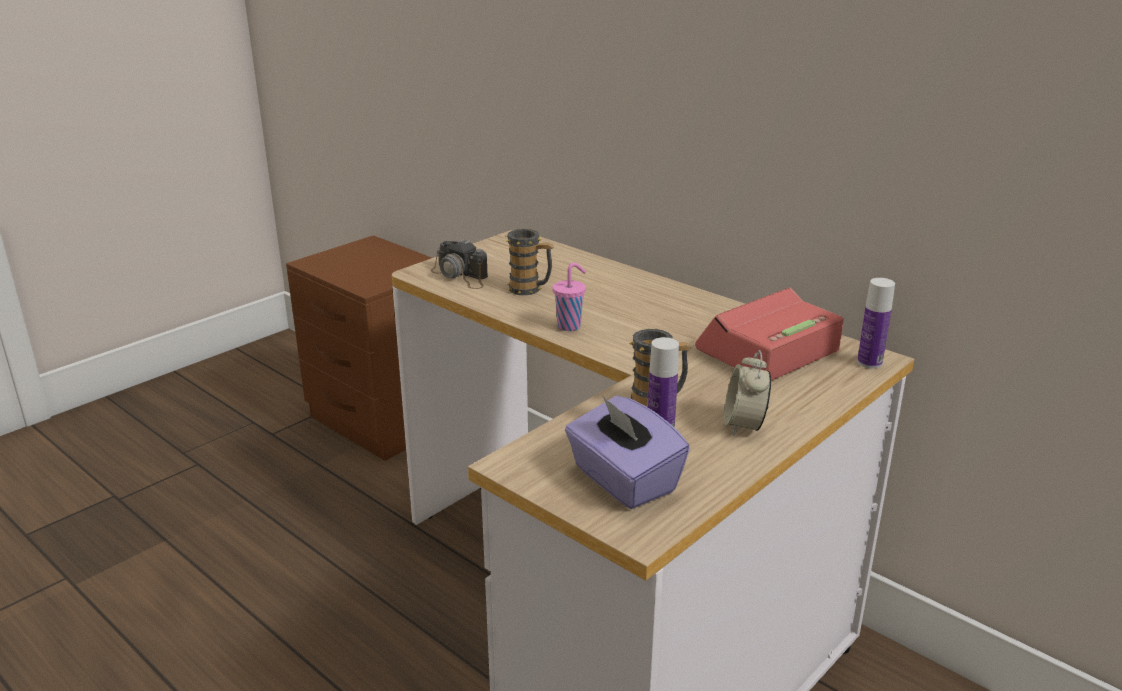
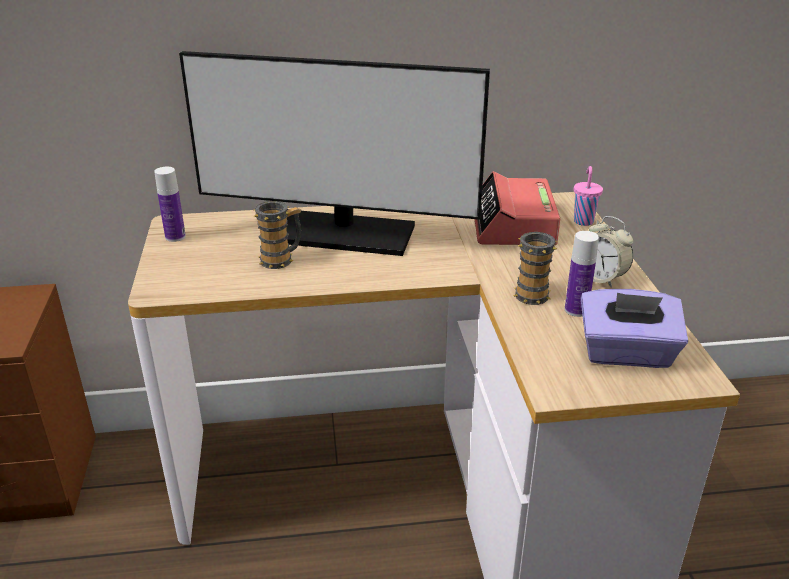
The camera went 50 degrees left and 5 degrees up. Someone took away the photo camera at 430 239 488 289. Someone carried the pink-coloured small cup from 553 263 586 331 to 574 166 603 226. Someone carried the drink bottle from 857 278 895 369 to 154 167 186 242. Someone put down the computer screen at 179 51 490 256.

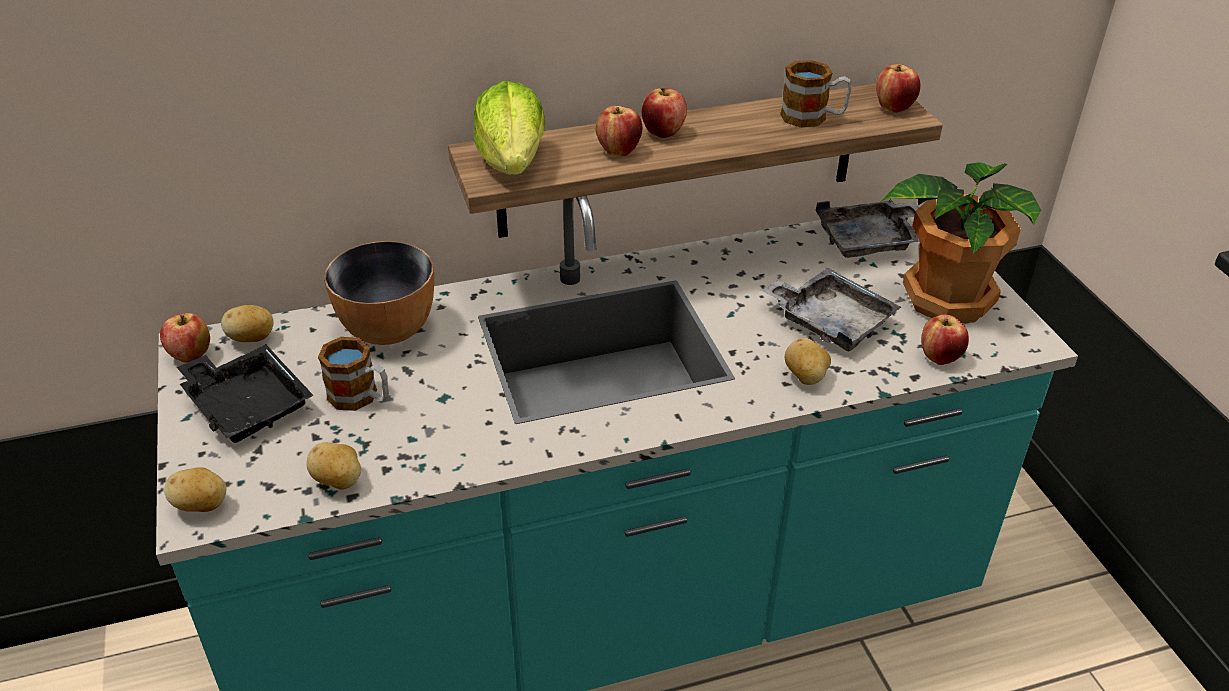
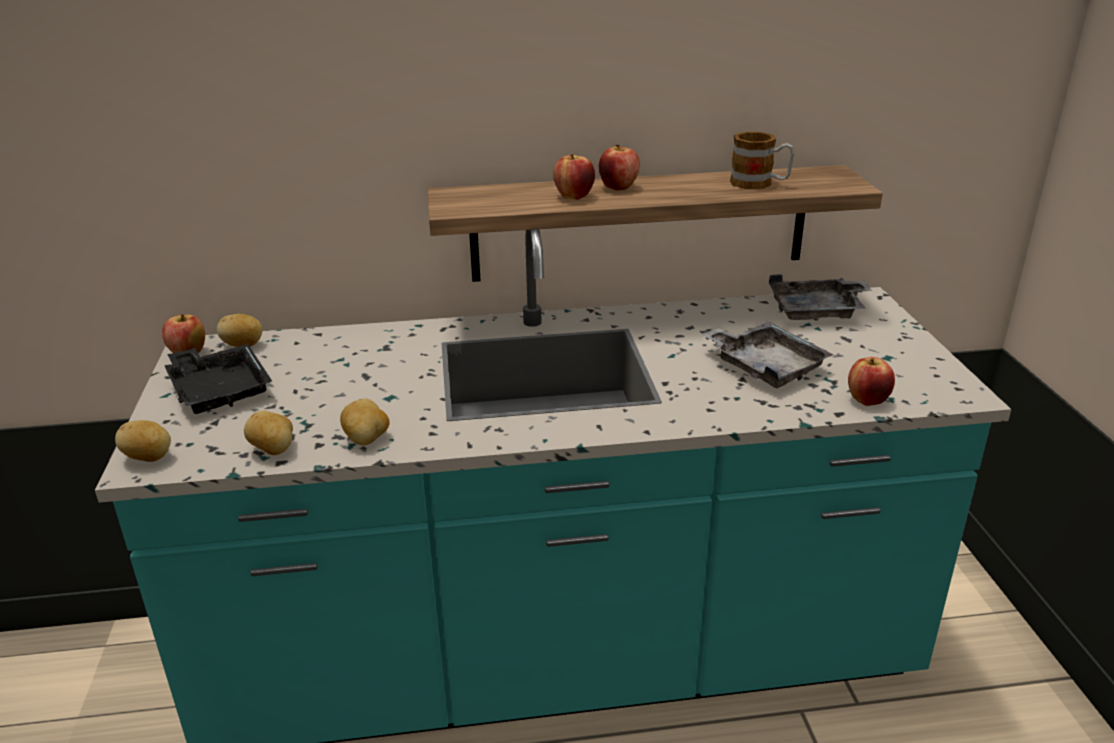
The camera went 10 degrees right and 10 degrees down. Someone took away the coffee mug at 318 337 389 411. Someone took away the bowl at 324 241 434 345. Someone took away the lettuce head at 473 81 545 175. Someone carried the spud from 785 338 831 385 to 340 398 389 445. Someone took away the apple fruit at 876 64 921 113. Someone took away the houseplant at 879 162 1041 323.

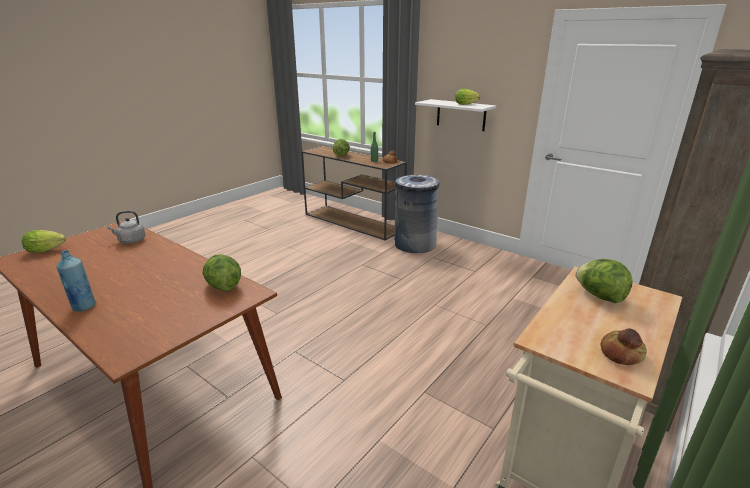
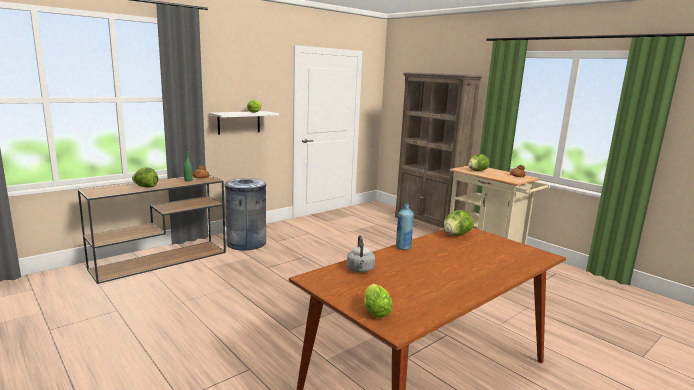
The camera went 80 degrees left and 10 degrees down. Someone carried the blue drink bottle from 56 250 96 312 to 396 204 414 250.

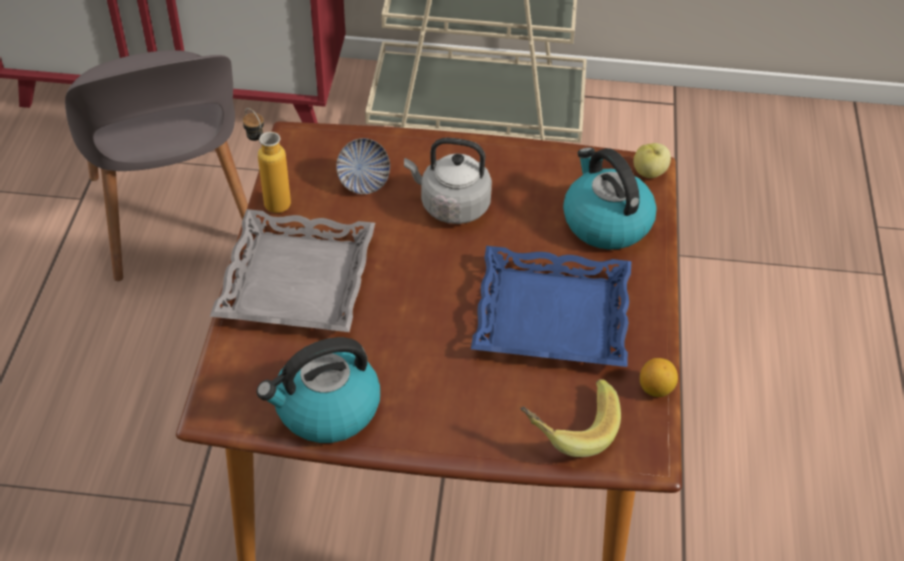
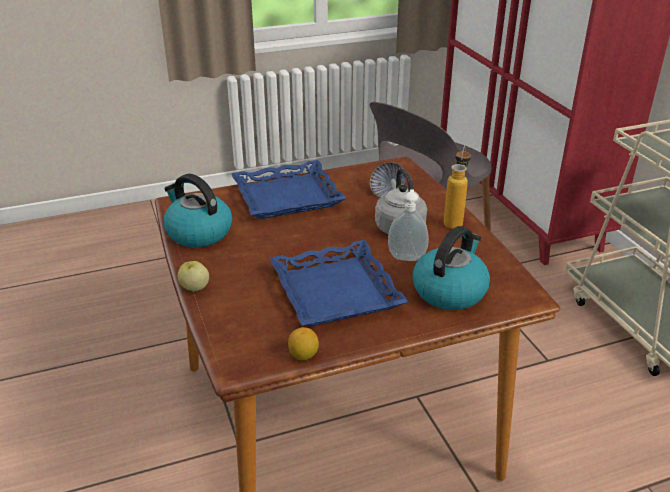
The camera went 65 degrees right and 15 degrees down. Someone repainted the greyish tray at 210 209 375 332, which became the blue tray at 231 160 347 219. Someone carried the drink bottle from 243 108 291 213 to 444 146 471 229. Someone took away the banana at 520 379 621 457. Someone carried the apple fruit from 633 143 671 178 to 177 261 209 291. Someone put down the liquid soap bottle at 388 189 429 261.

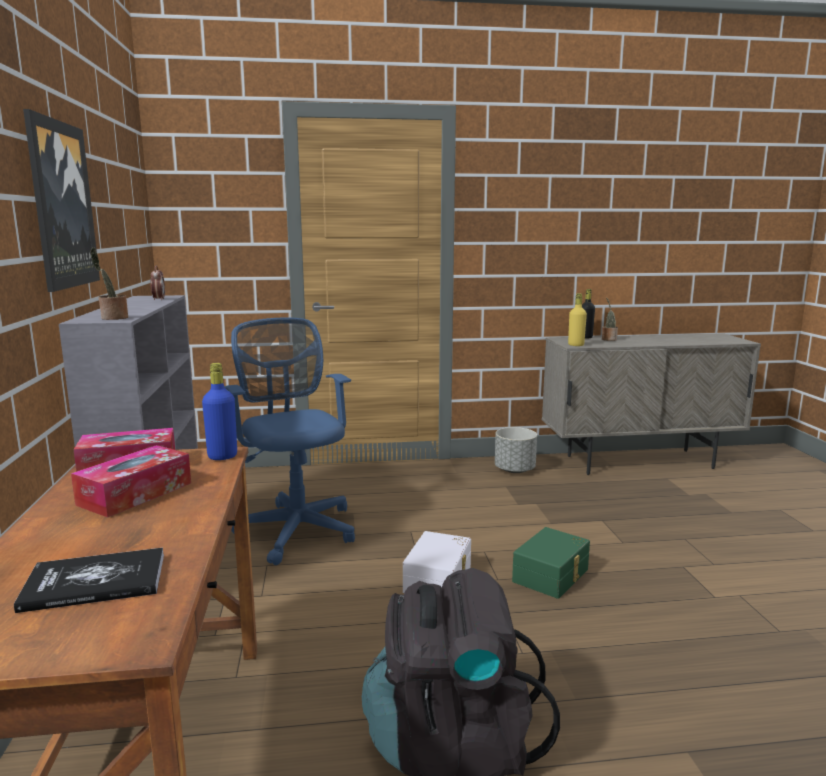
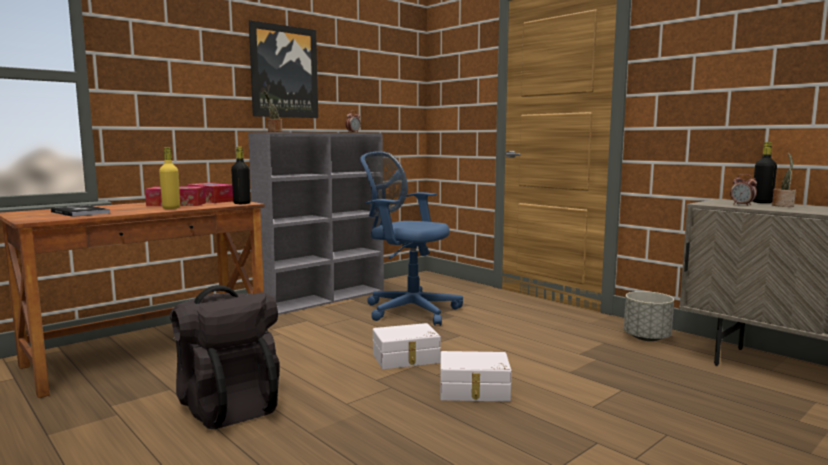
The camera went 55 degrees right and 5 degrees down. Someone repainted the blue drink bottle at 202 363 237 460, which became the blackish drink bottle at 231 147 250 204. Someone rotated the blue computer chair at 224 318 355 565 by 90 degrees counterclockwise. Someone repainted the green storage box at 512 527 590 599, which became the white storage box at 440 351 512 402. Someone carried the yellow drink bottle from 568 293 587 346 to 159 147 180 209. Someone put down the table clock at 730 174 757 206.

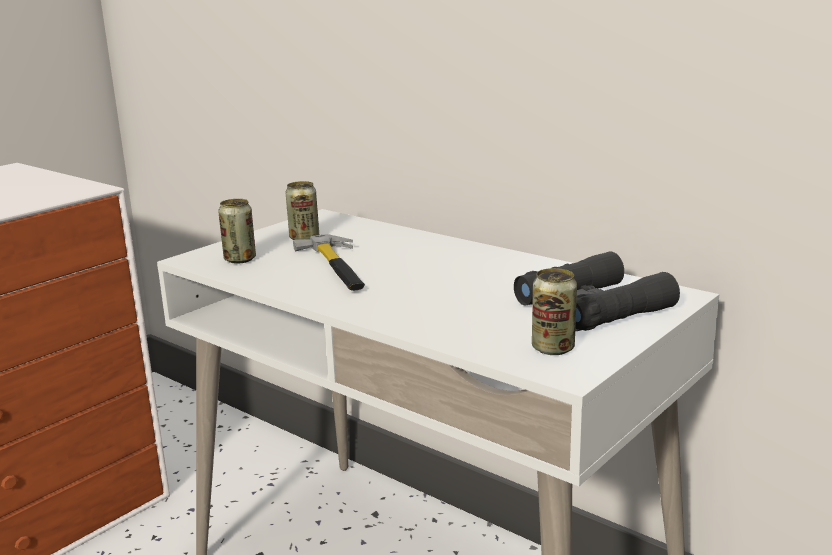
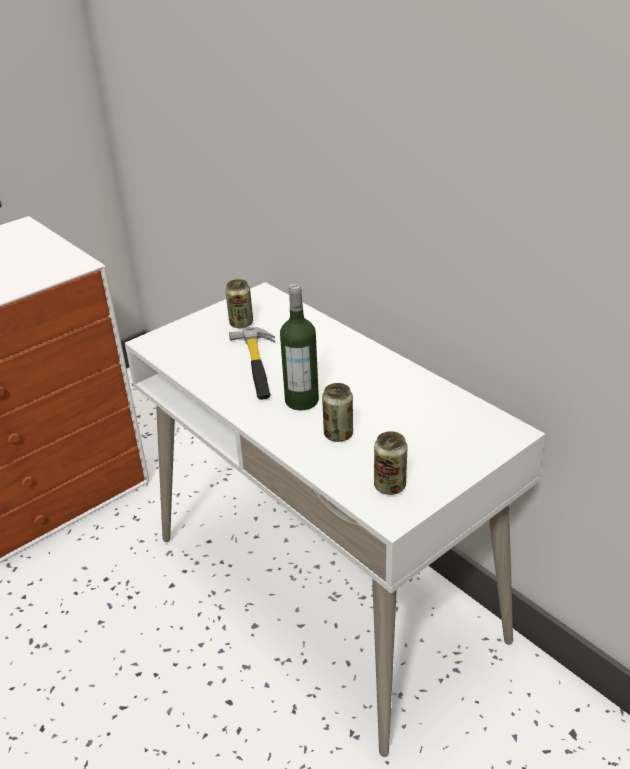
The camera went 10 degrees right and 15 degrees up. Someone carried the metal can from 218 199 256 264 to 322 383 353 442. Someone took away the blackish pair of binoculars at 514 251 680 331. Someone put down the drink bottle at 280 284 319 410.

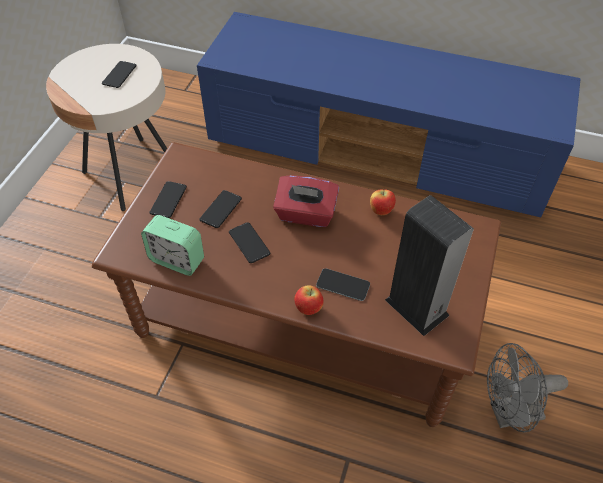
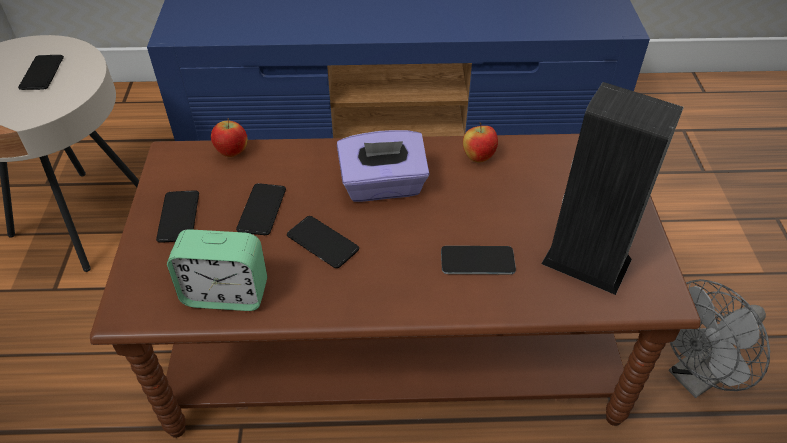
The camera went 20 degrees left and 5 degrees down. Someone repainted the reddish box of tissues at 273 175 339 227, which became the purple box of tissues at 337 130 429 202. Someone carried the apple fruit from 294 286 324 315 to 211 118 248 157.

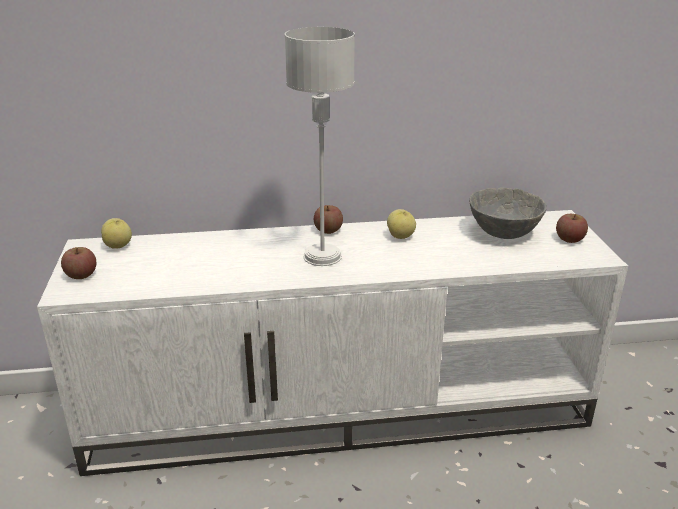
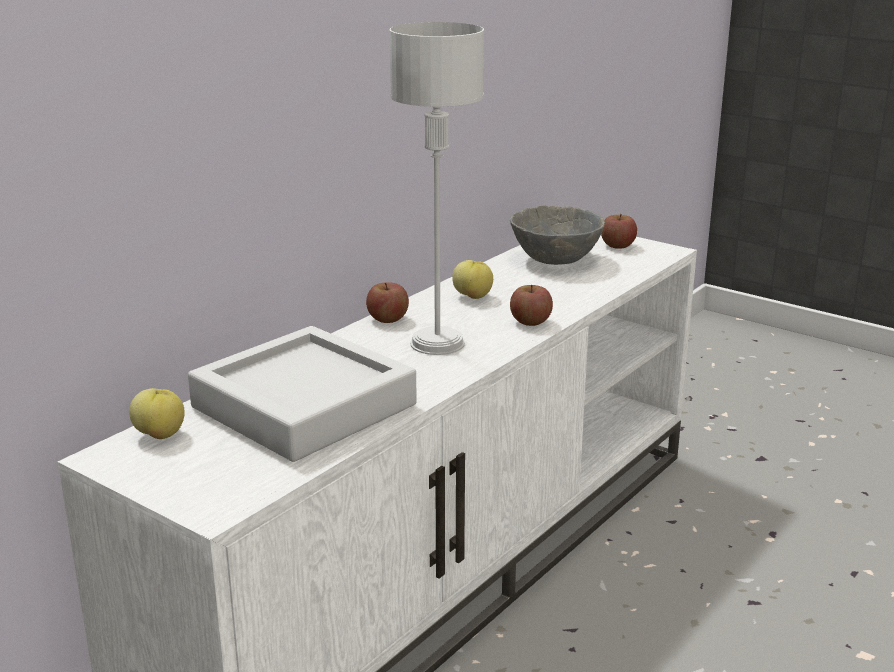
The camera went 45 degrees left and 5 degrees down. Someone carried the apple fruit from 61 247 96 279 to 510 285 553 326. Someone put down the greyish tray at 188 326 417 462.

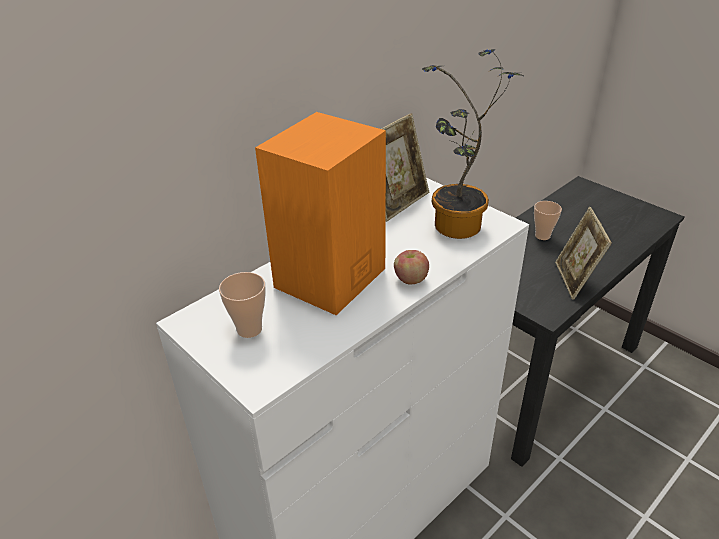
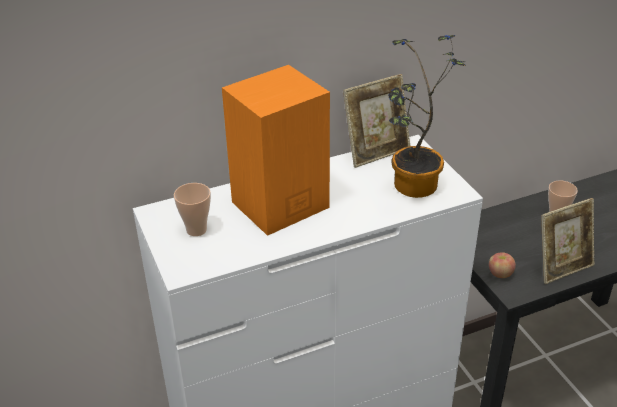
The camera went 20 degrees right and 0 degrees up. Someone carried the apple fruit from 394 250 429 285 to 489 252 516 278. Someone rotated the photo frame at 555 207 612 300 by 135 degrees counterclockwise.

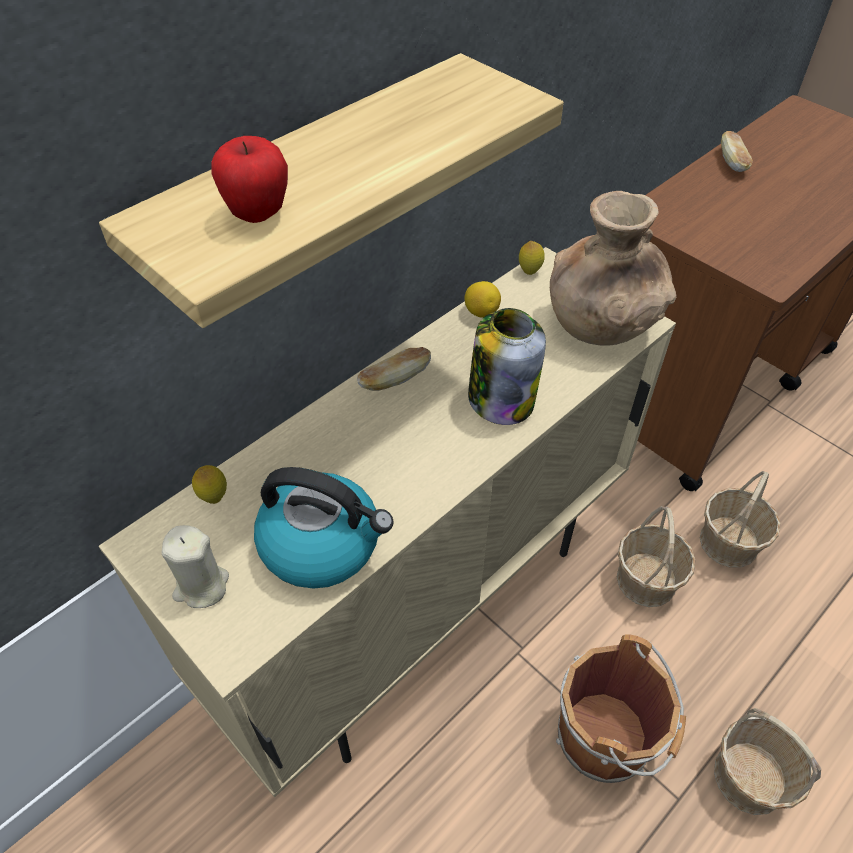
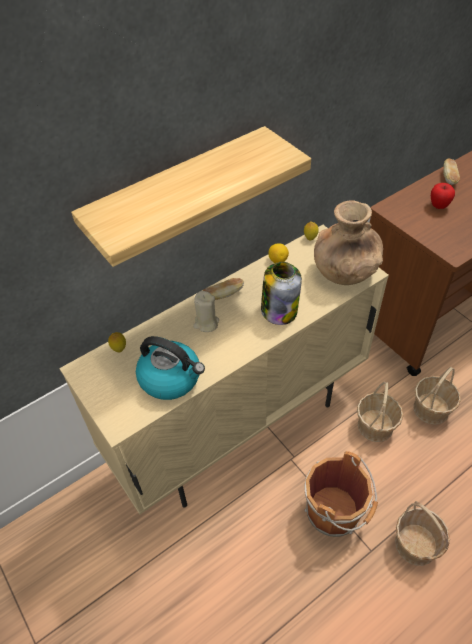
The camera went 10 degrees right and 0 degrees up. Someone carried the beige wax light from 162 525 229 608 to 193 291 219 332. Someone carried the apple fruit from 211 136 288 223 to 431 183 455 209.

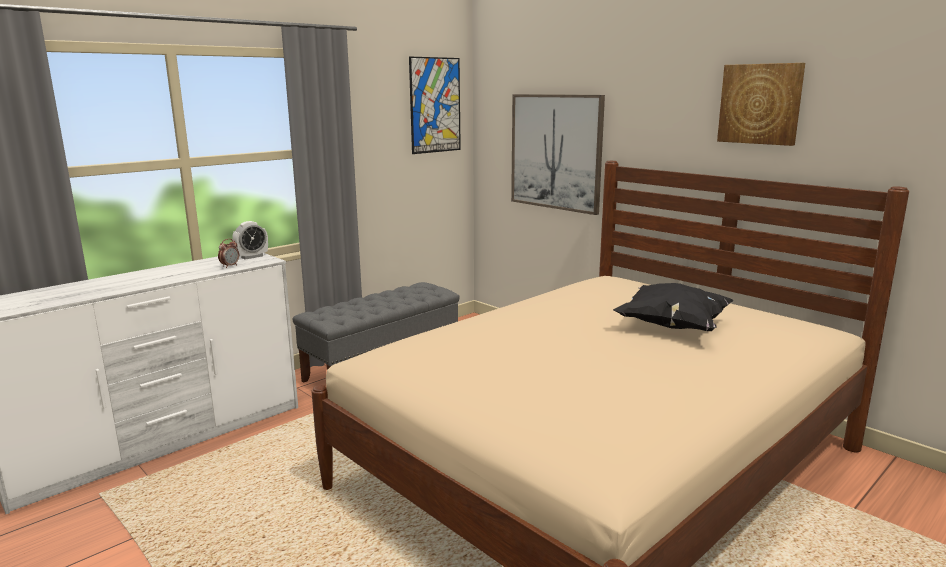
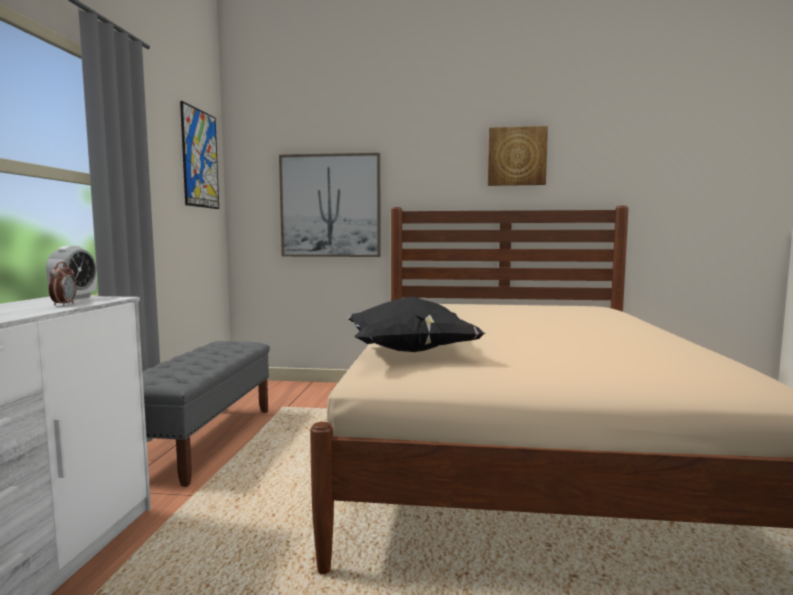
The camera went 40 degrees left and 10 degrees down. Someone carried the blackish pillow from 613 283 734 331 to 347 297 485 352.

